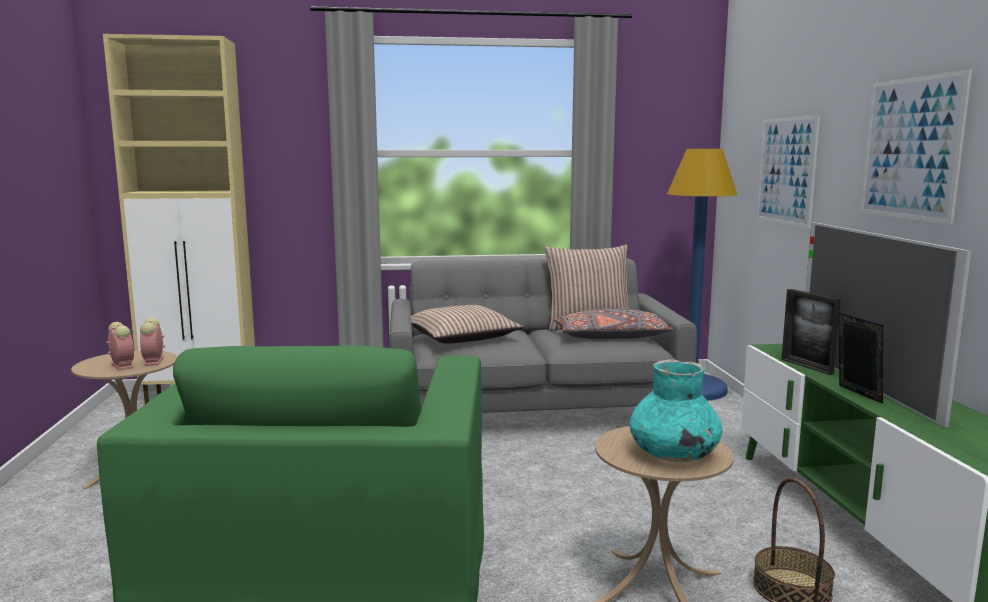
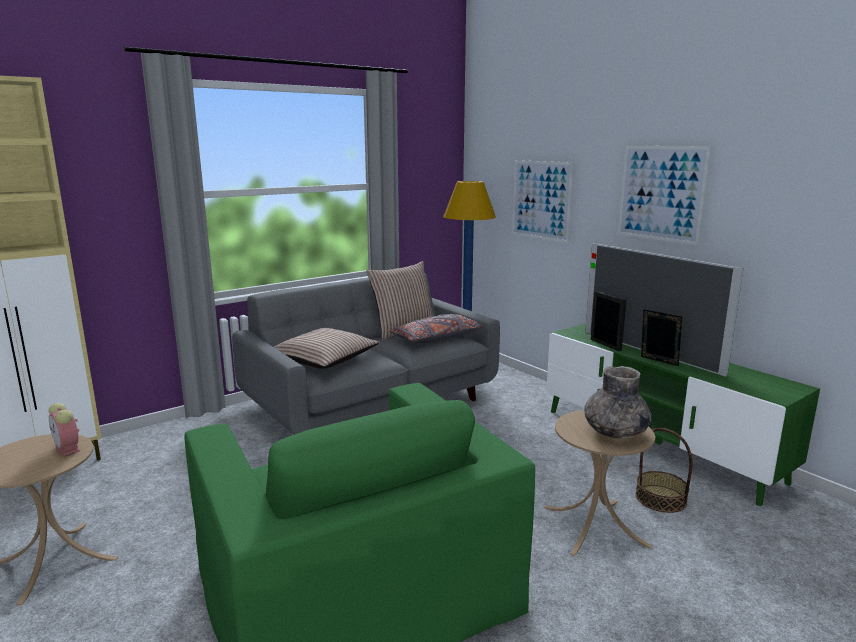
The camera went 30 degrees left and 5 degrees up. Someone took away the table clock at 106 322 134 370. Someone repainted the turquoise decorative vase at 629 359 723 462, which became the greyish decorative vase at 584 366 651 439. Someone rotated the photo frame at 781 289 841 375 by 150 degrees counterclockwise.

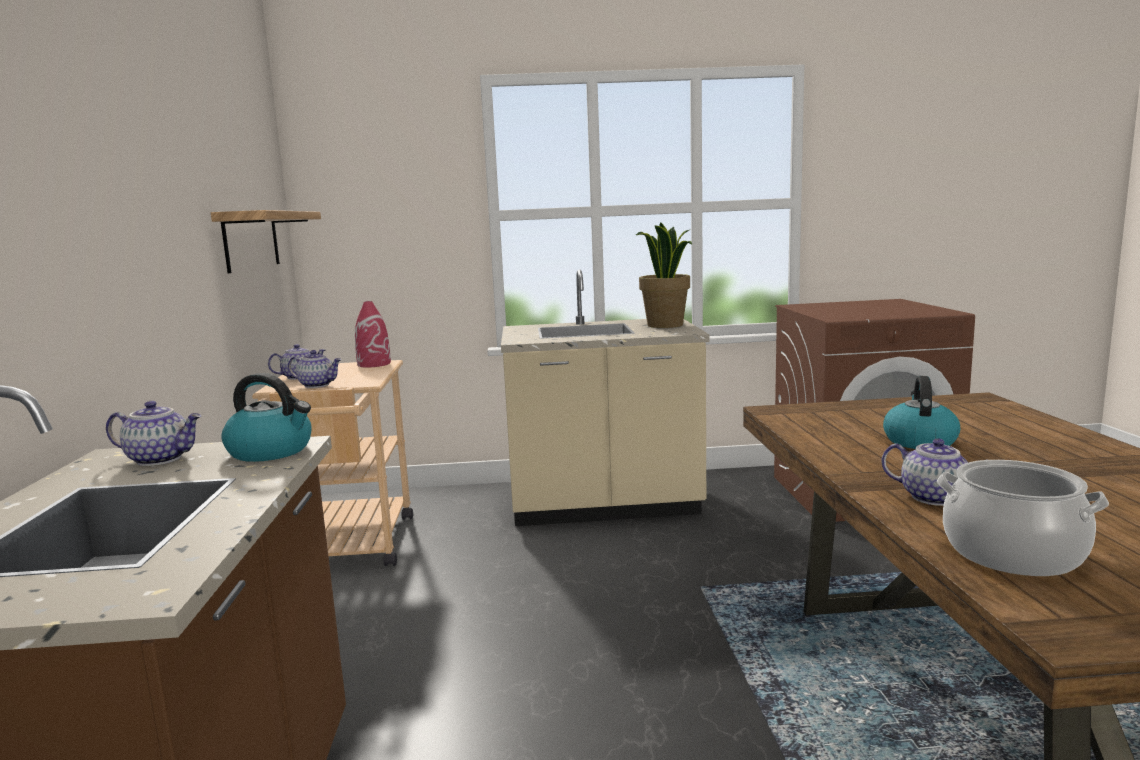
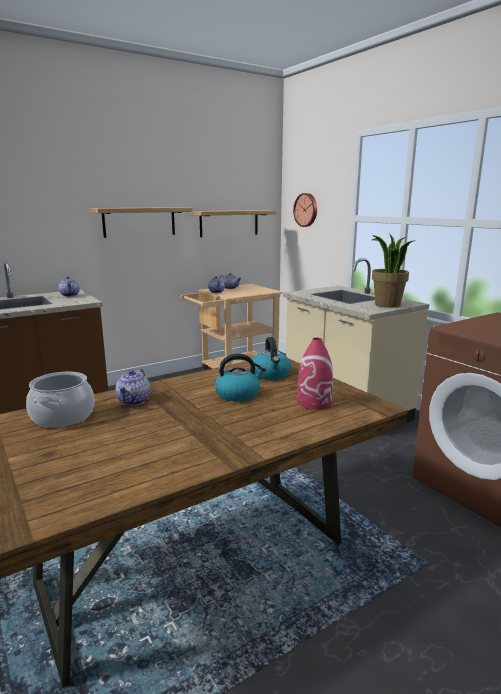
The camera went 60 degrees right and 5 degrees up. Someone carried the kettle from 221 373 312 462 to 253 337 291 380. Someone carried the reddish decorative vase from 355 301 391 367 to 297 338 333 410. Someone put up the wall shelf at 90 207 193 238. Someone put up the wall clock at 293 193 317 227.

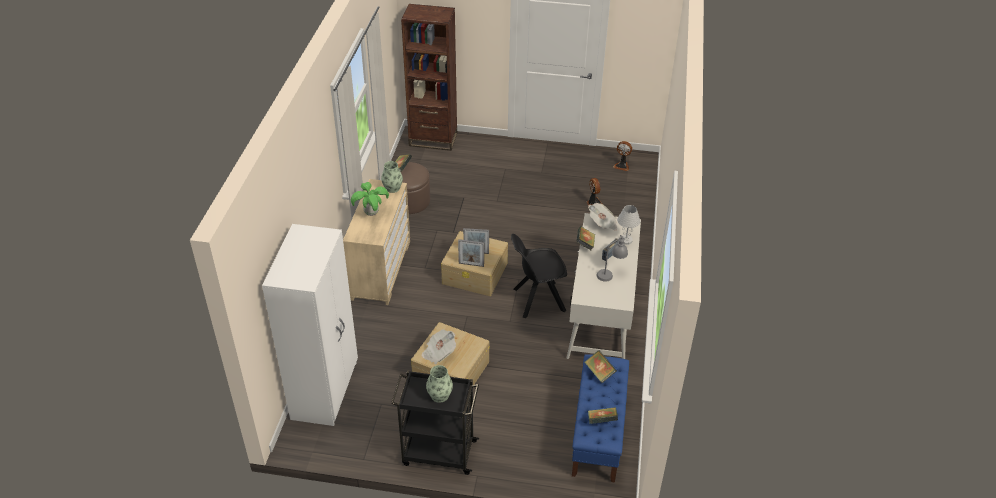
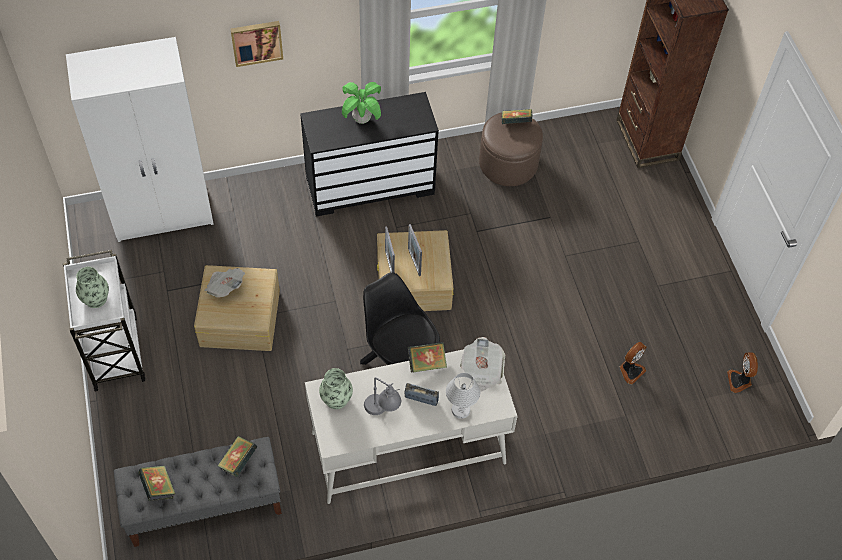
The camera went 65 degrees right and 15 degrees up. Someone repainted the beige chest of drawers at 343 179 410 305, which became the blackish chest of drawers at 300 92 439 217. Someone carried the decorative vase from 381 161 403 193 to 319 368 353 409. Someone repainted the blackish cart at 391 371 479 475, which became the white cart at 63 250 146 392. Someone repainted the blue long seat at 572 354 629 483, which became the greyish long seat at 114 437 282 547. Someone put up the wall art at 230 21 283 67.

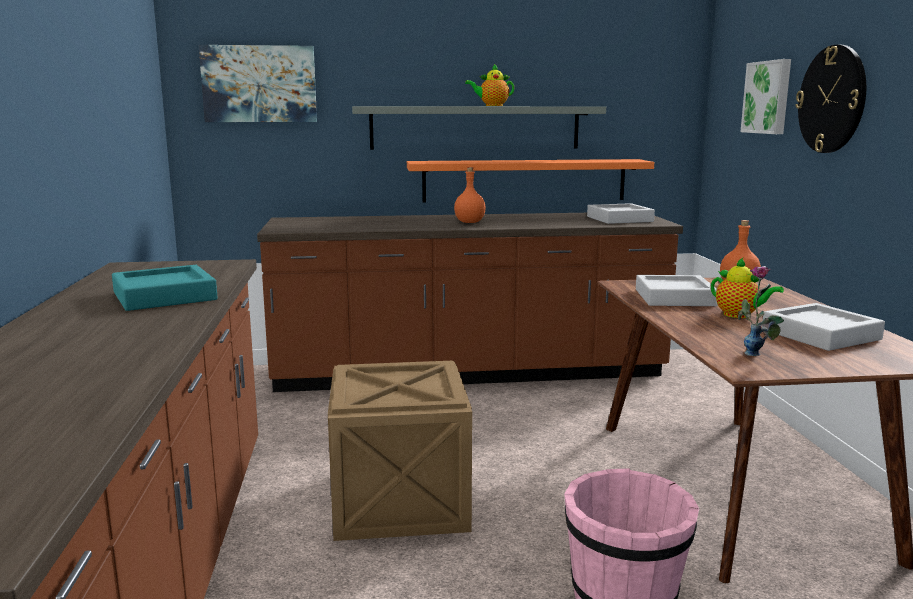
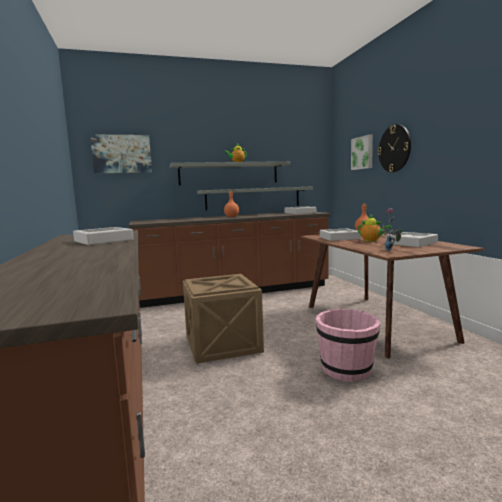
The camera went 10 degrees left and 5 degrees down. Someone repainted the turquoise tray at 112 265 218 311, which became the greyish tray at 73 227 133 245. Someone repainted the orange-coloured wall shelf at 407 159 654 202, which became the greyish wall shelf at 197 186 313 210.

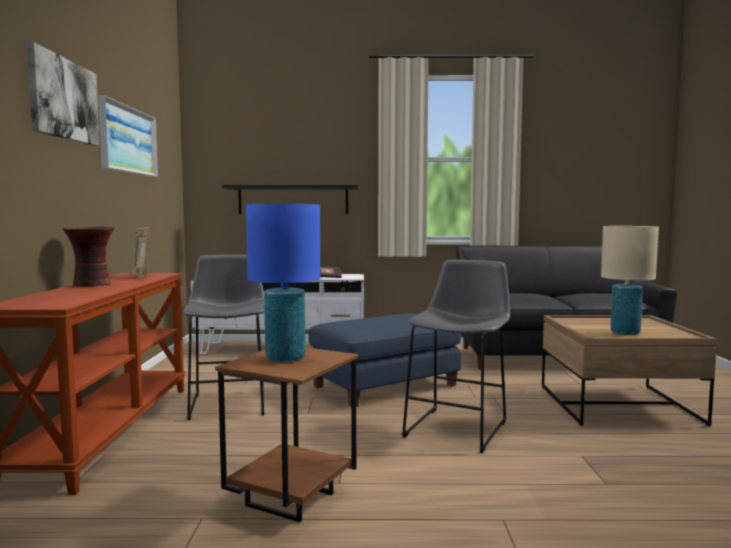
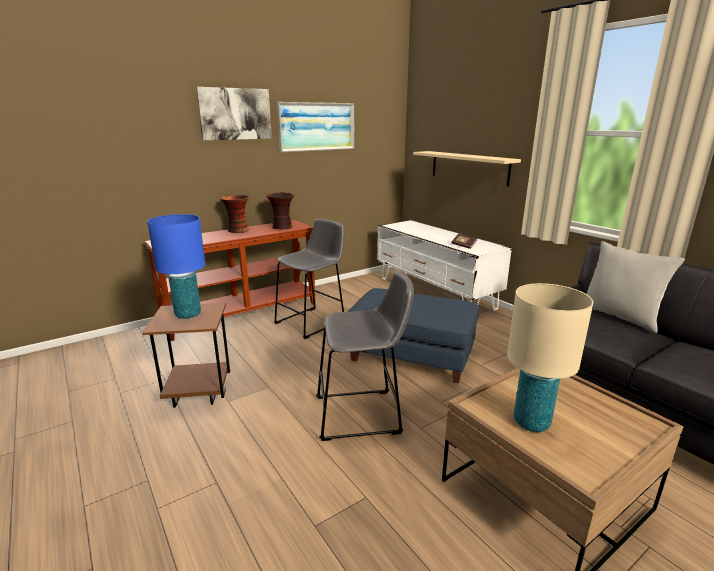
The camera went 55 degrees right and 15 degrees up. Someone swapped the photo frame at 132 227 151 278 for the decorative vase at 266 192 294 229. Someone repainted the blackish wall shelf at 222 185 358 214, which became the beige wall shelf at 413 151 521 187. Someone put down the greyish pillow at 587 241 685 333.

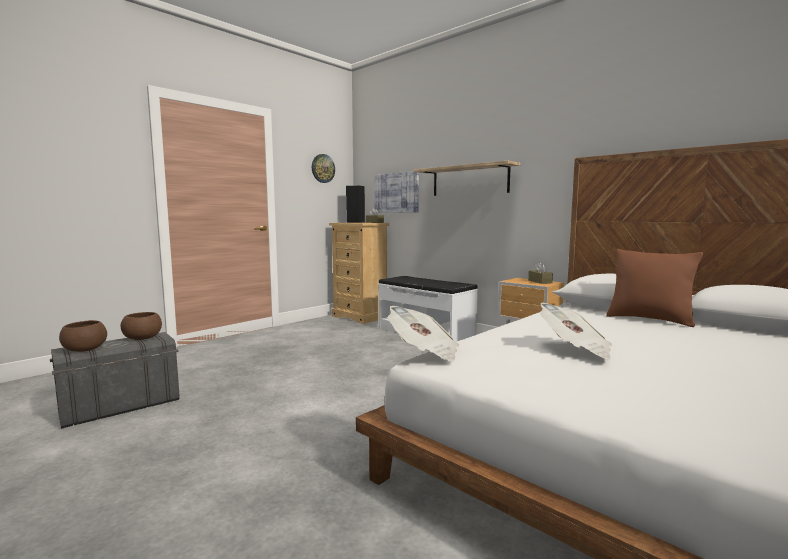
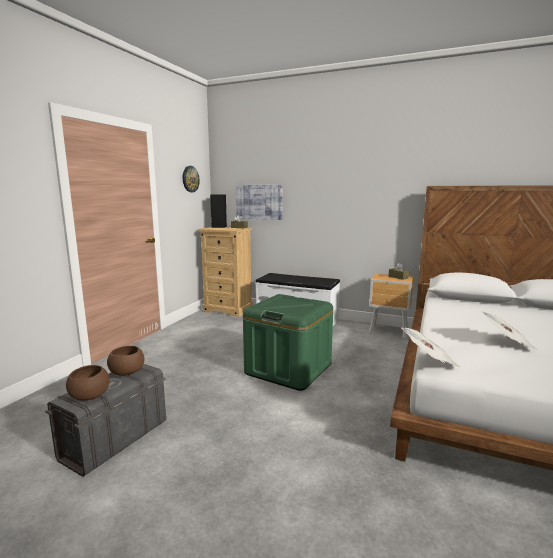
The camera went 20 degrees left and 5 degrees up. Someone took away the wall shelf at 414 161 520 196. Someone took away the brownish pillow at 606 249 703 327. Someone put down the green storage box at 243 294 333 391.

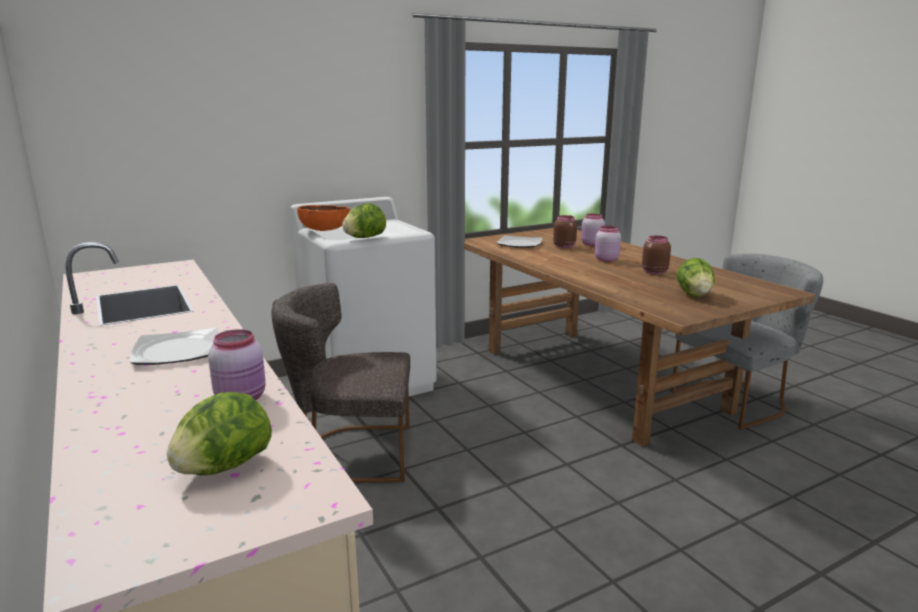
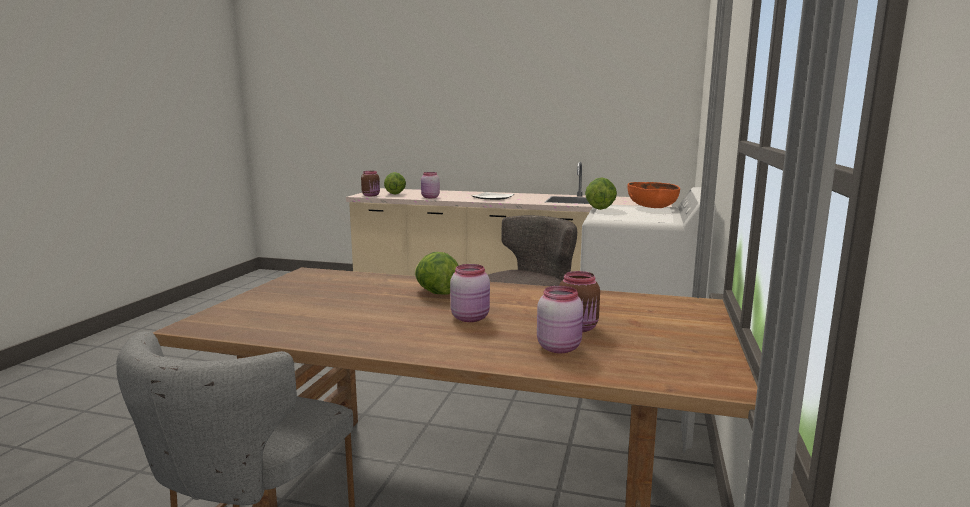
The camera went 135 degrees right and 5 degrees down. Someone took away the flat dish at 496 235 542 248. Someone carried the brownish preserve jar from 642 236 671 274 to 361 171 380 196. Someone carried the lettuce head from 676 258 715 297 to 414 252 459 295.

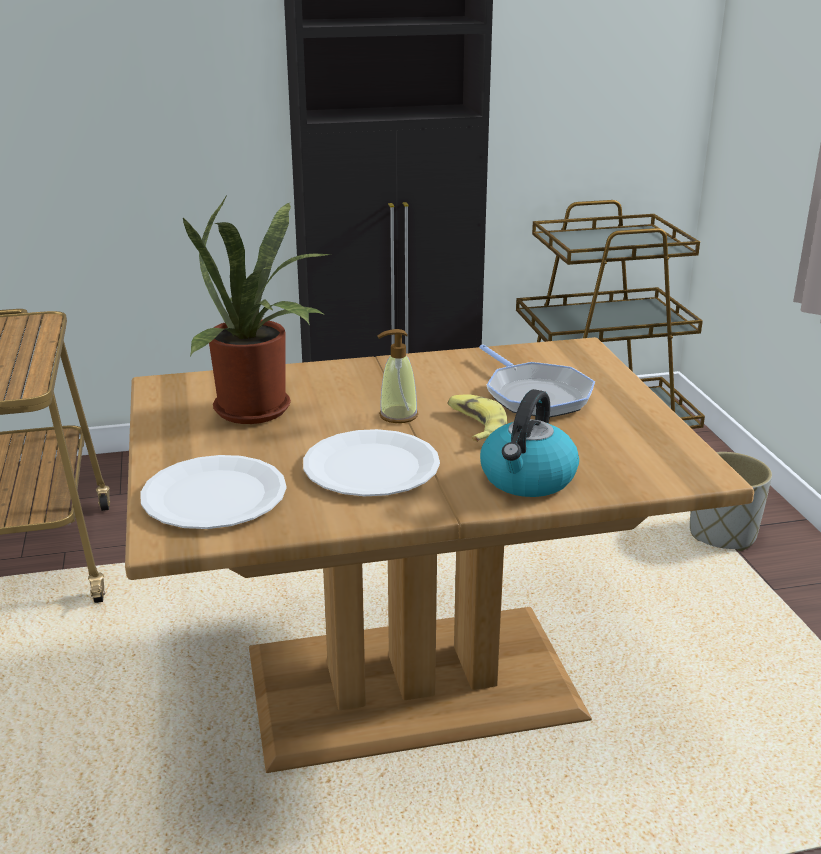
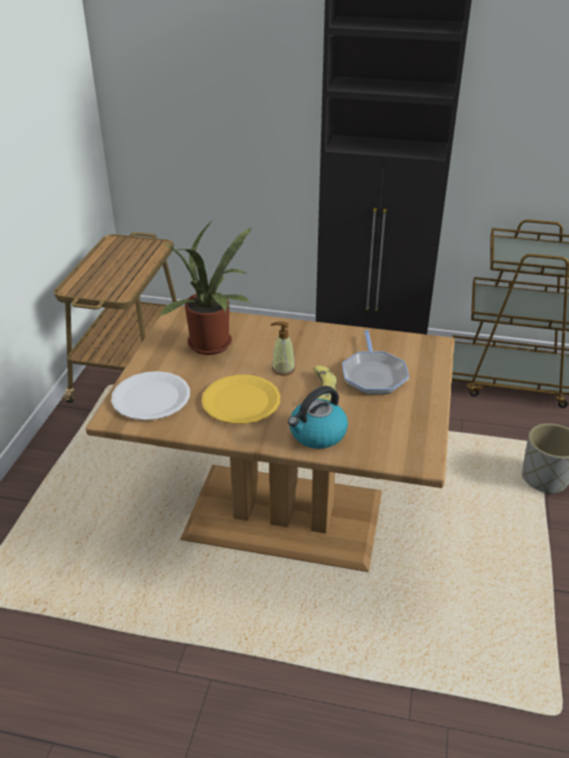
The camera went 25 degrees right and 10 degrees up. Someone repainted the white flat dish at 303 429 440 496, which became the yellow flat dish at 202 375 280 424.

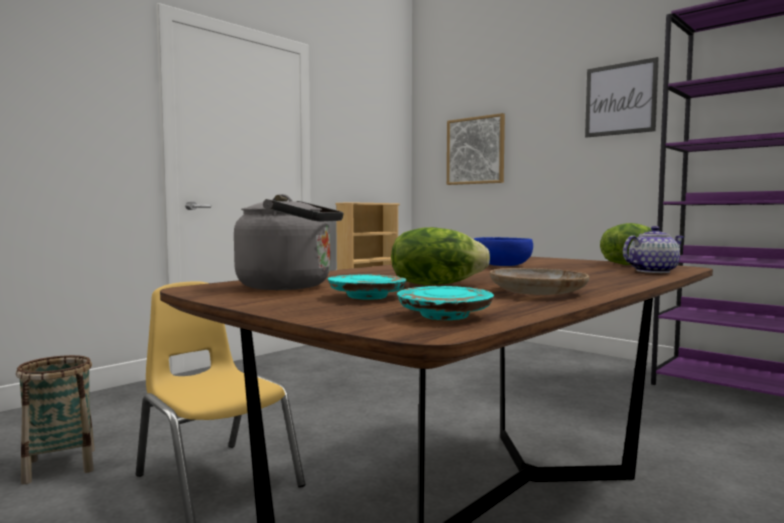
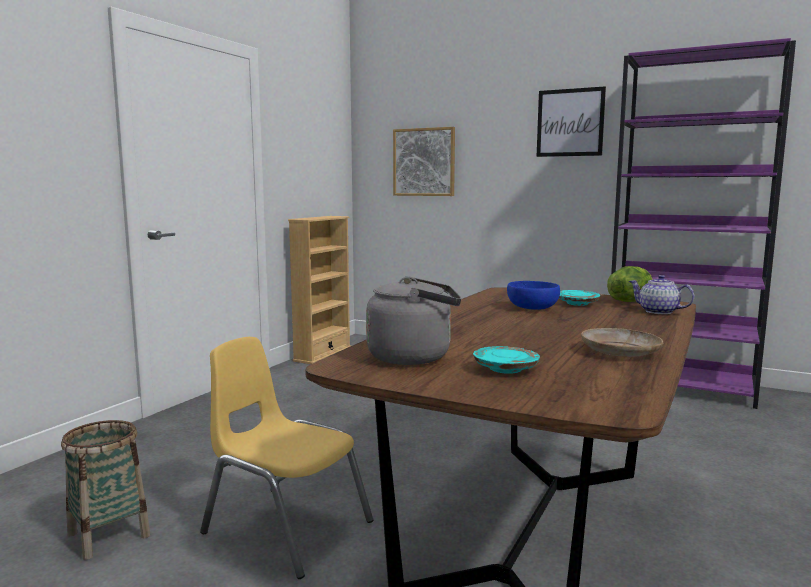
The camera went 15 degrees left and 5 degrees up. Someone took away the lettuce head at 391 227 490 285. Someone carried the turquoise flat dish from 397 286 494 320 to 559 290 600 306. Someone rotated the teapot at 623 226 684 273 by 105 degrees counterclockwise.

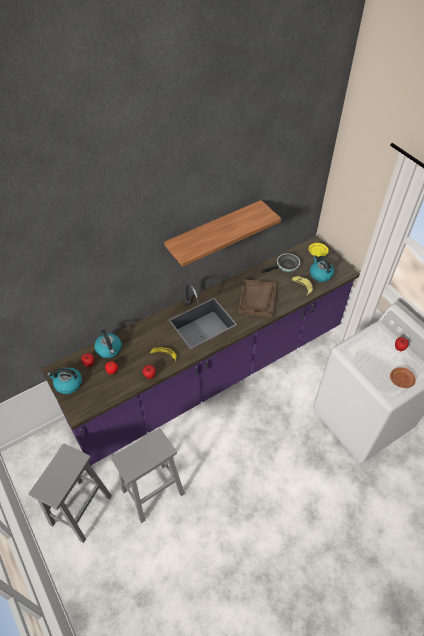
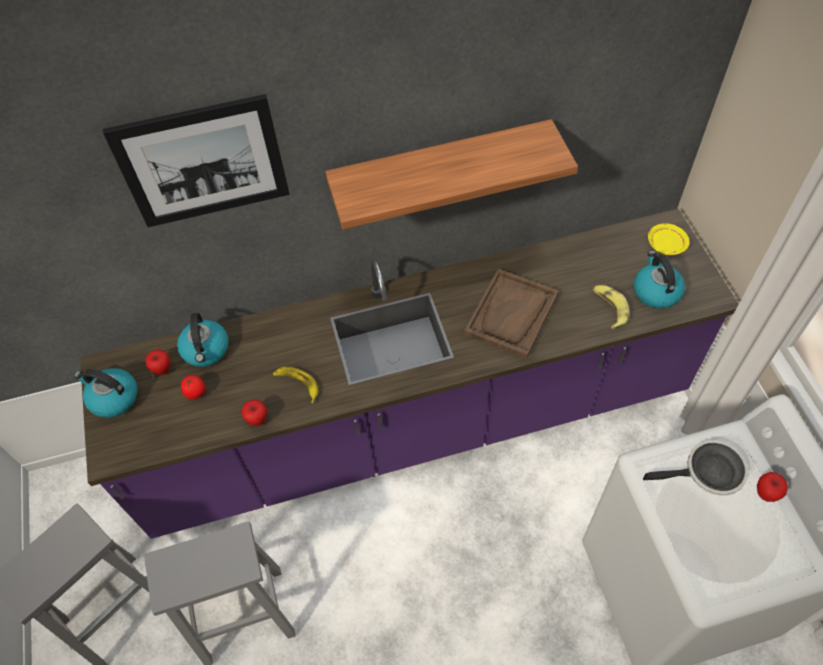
The camera went 20 degrees right and 5 degrees up. Someone carried the skillet from 262 253 300 273 to 643 440 748 495. Someone took away the brownish flat dish at 390 367 416 388. Someone put up the wall art at 103 94 290 227.

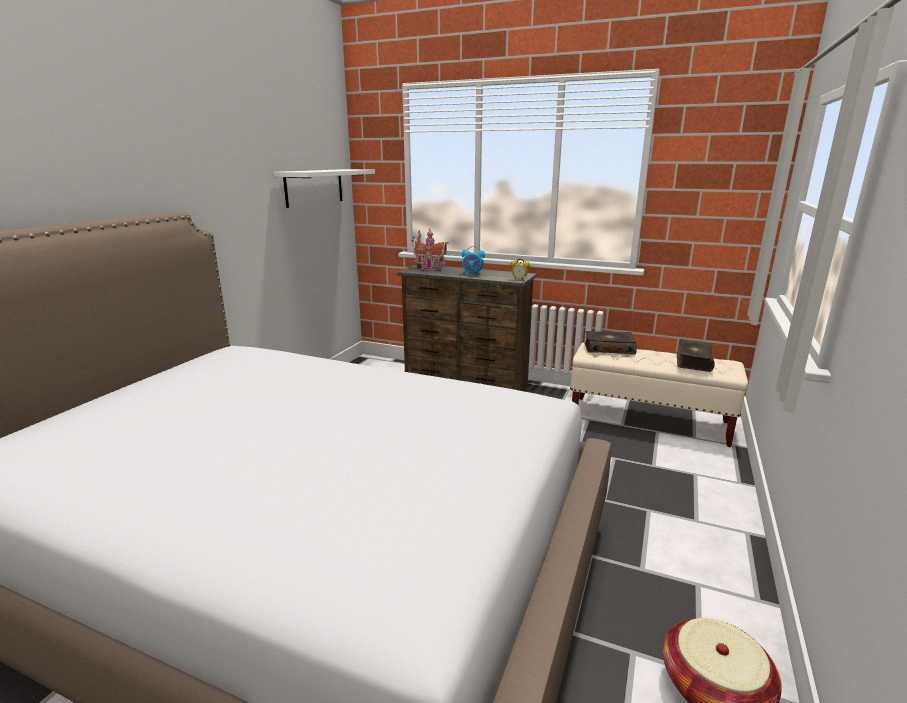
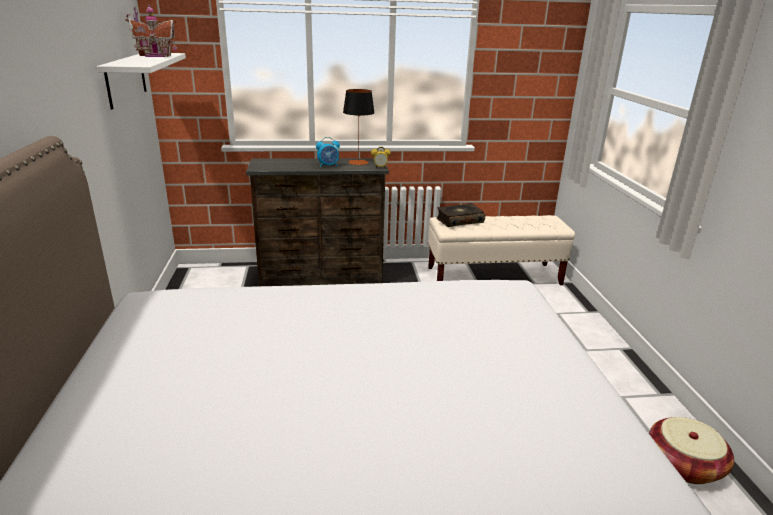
The camera went 30 degrees left and 5 degrees up. Someone carried the miniature house from 411 229 449 271 to 125 5 178 57. Someone took away the bound book at 677 339 715 372. Someone put down the table lamp at 343 89 375 165.

